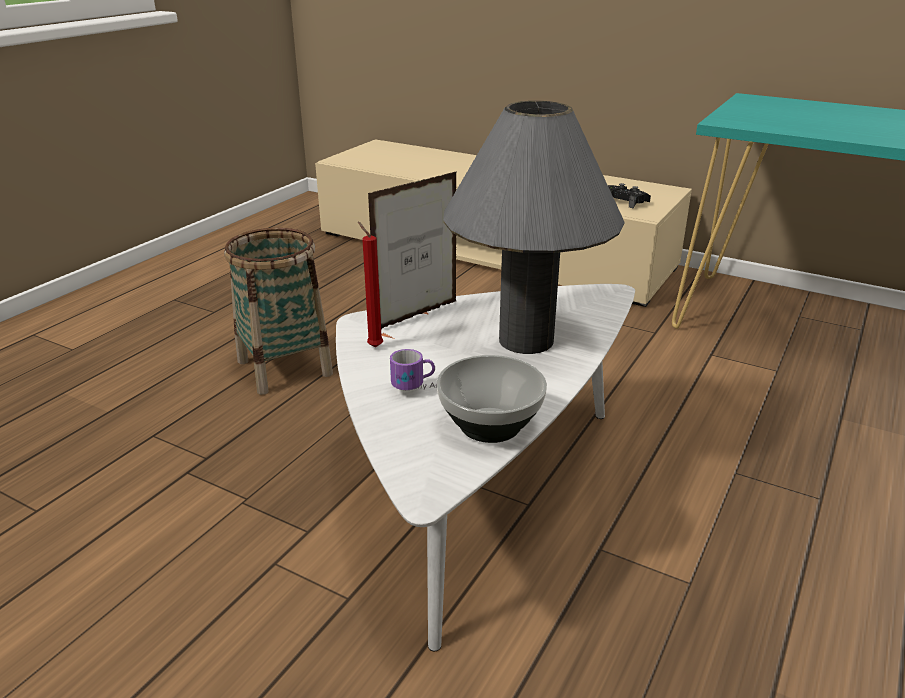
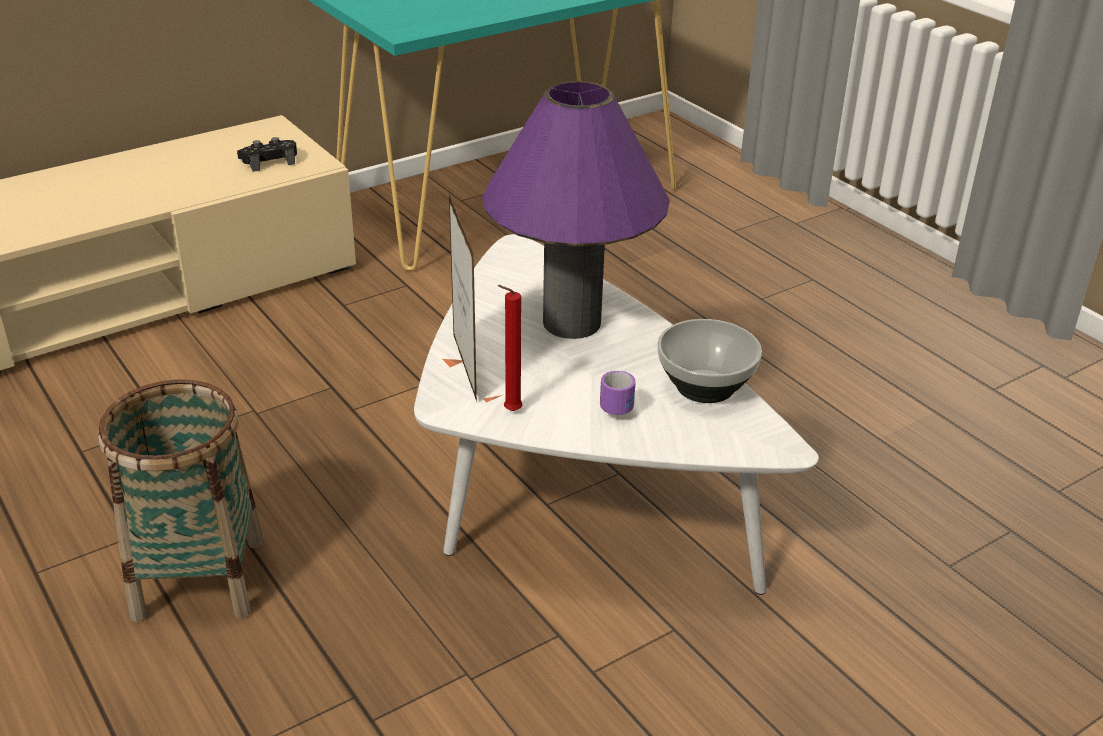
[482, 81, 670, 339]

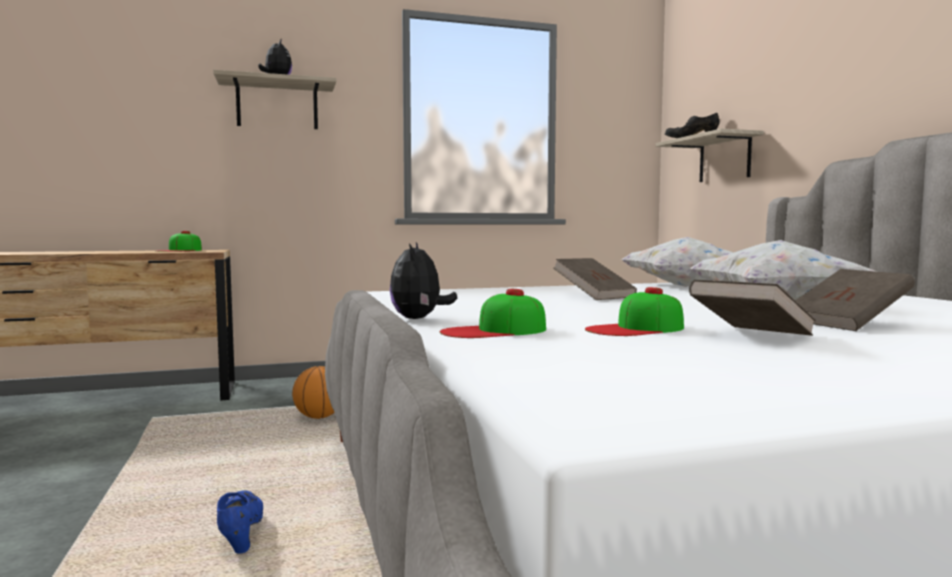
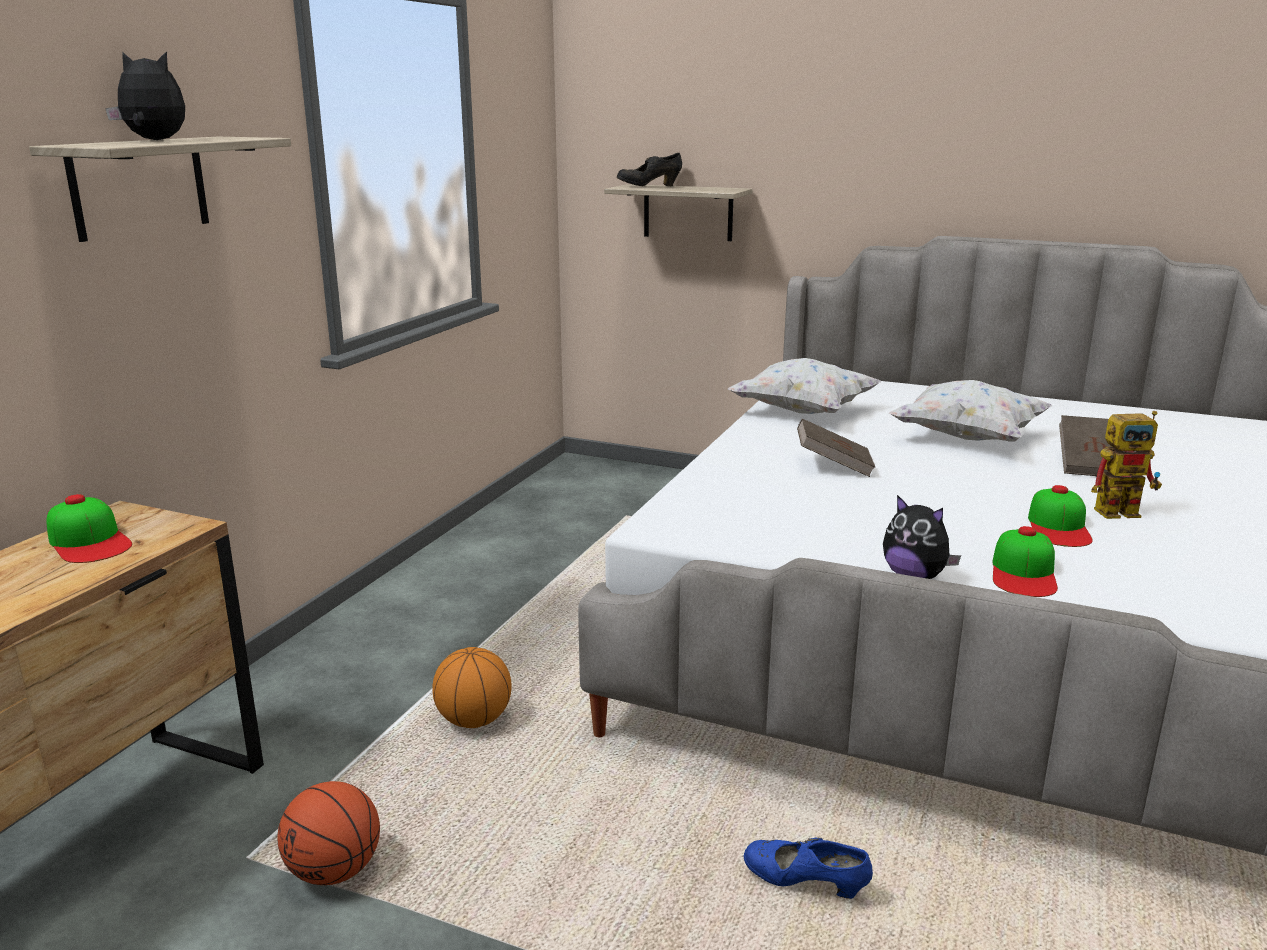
[1091, 411, 1162, 519]
[277, 781, 380, 885]

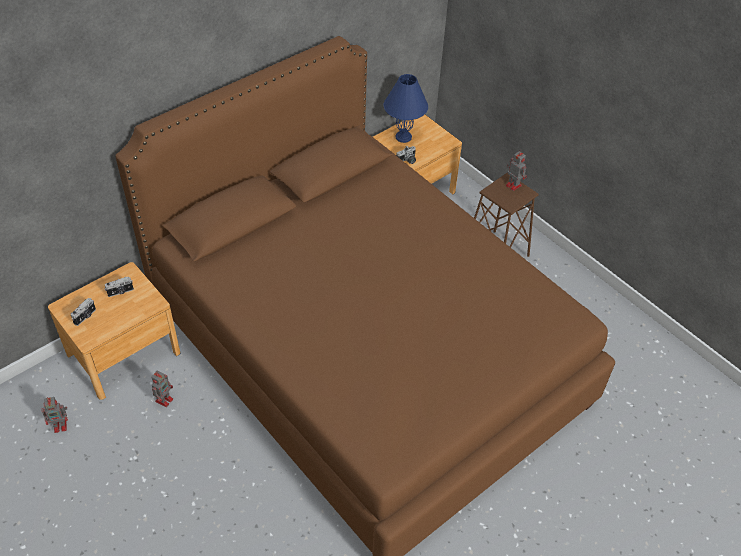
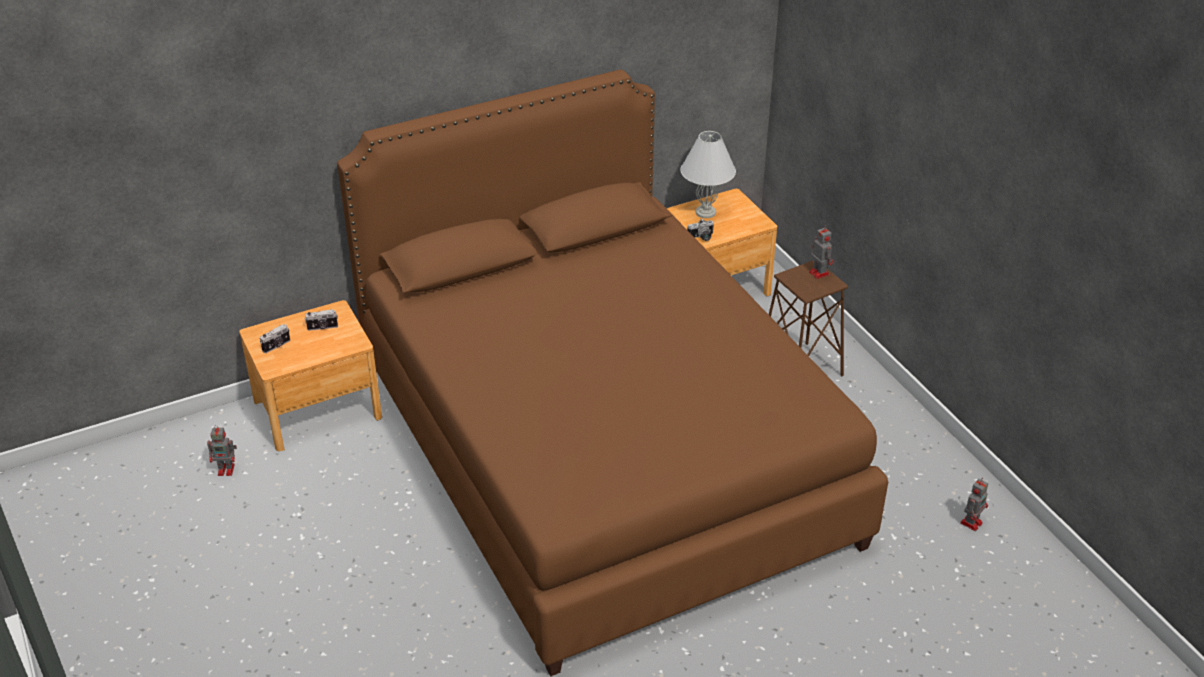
[960, 479, 988, 531]
[680, 131, 736, 218]

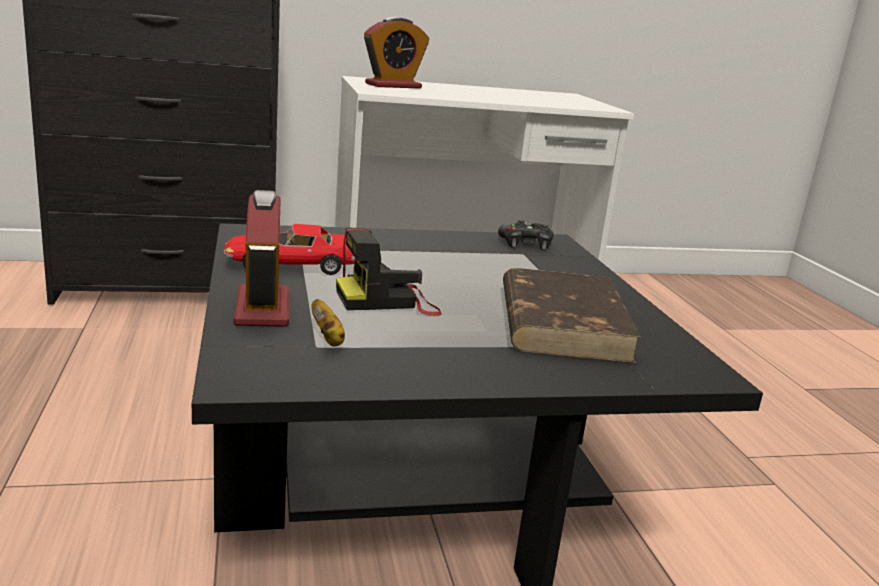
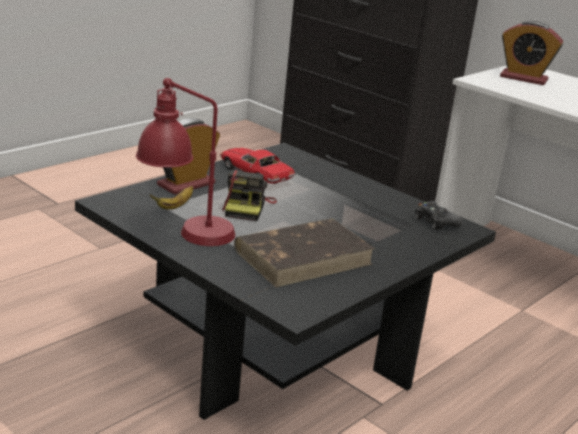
[222, 170, 277, 221]
[136, 78, 235, 246]

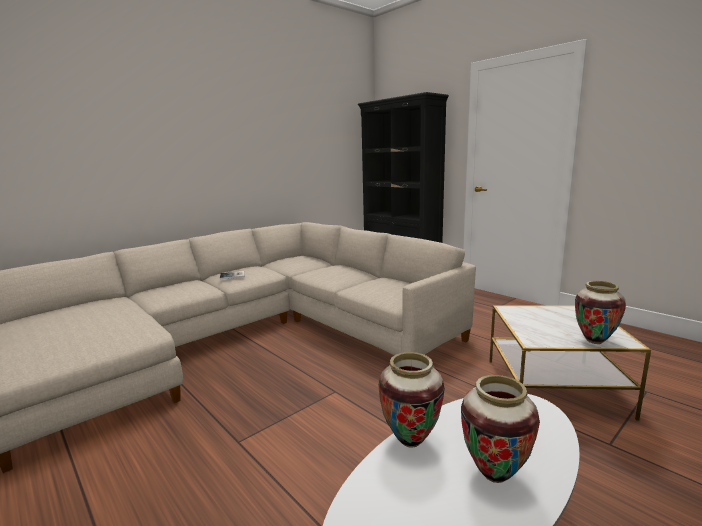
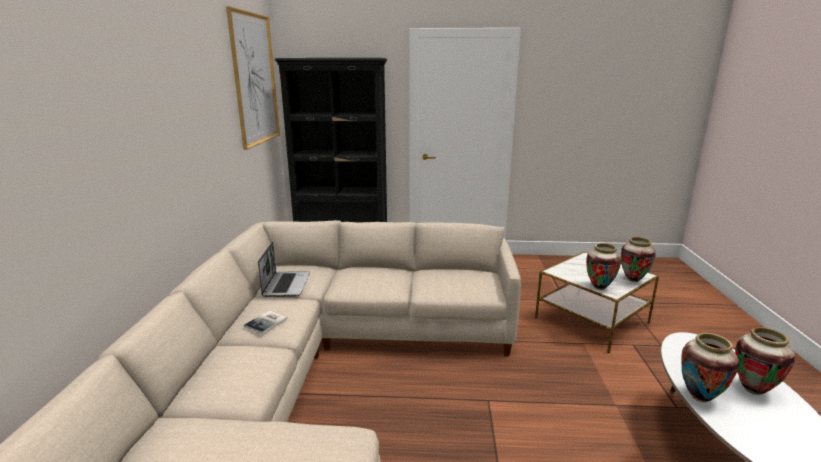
[226, 6, 280, 150]
[258, 241, 310, 297]
[586, 243, 621, 290]

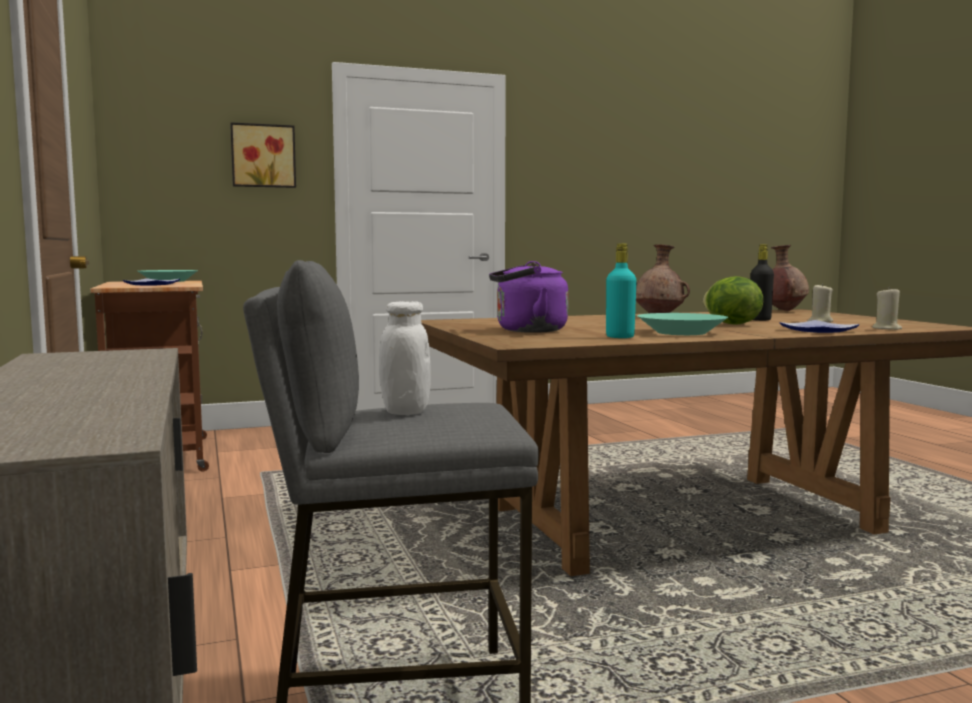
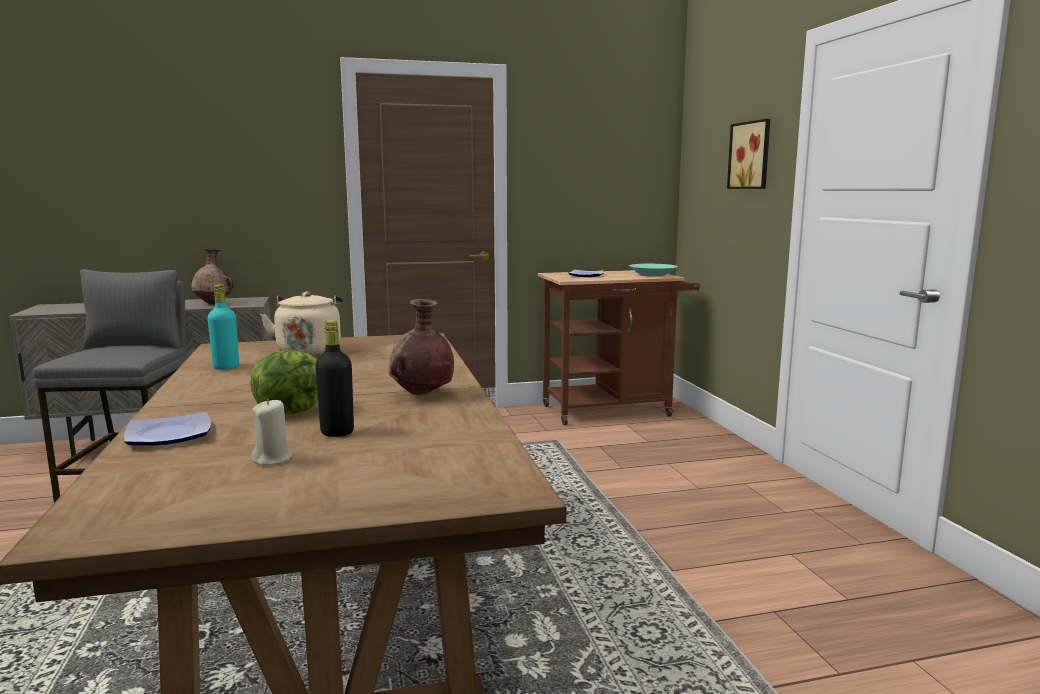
[379, 301, 431, 415] (first image)
[260, 292, 343, 356]
[637, 313, 728, 335] (first image)
[190, 249, 234, 304]
[872, 287, 902, 330] (first image)

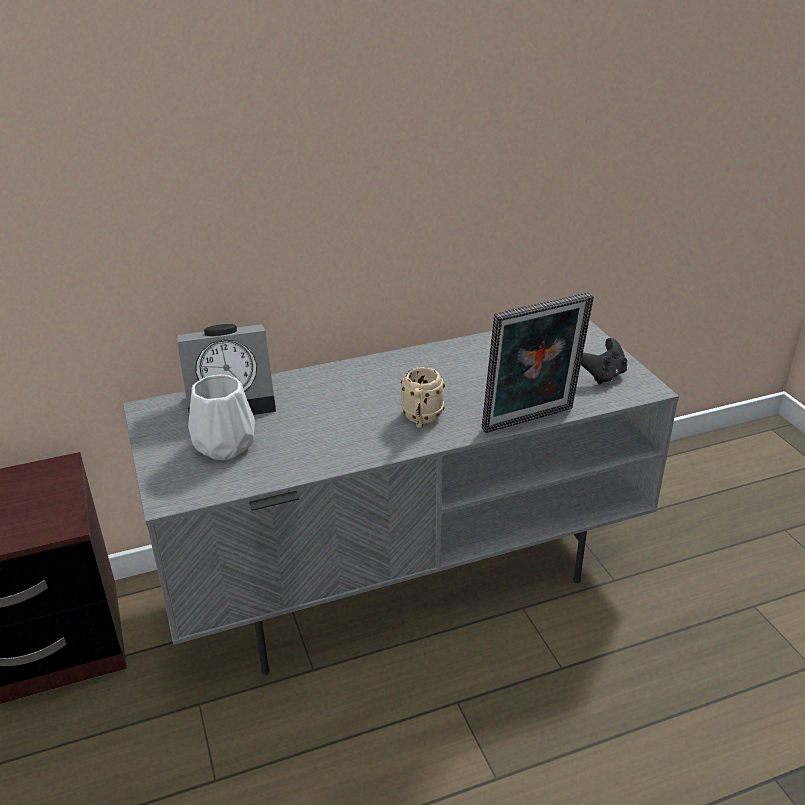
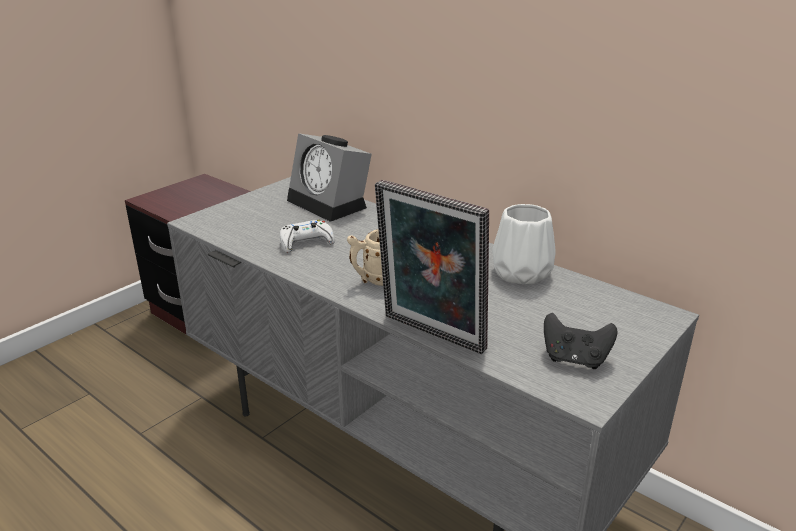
[492, 204, 556, 284]
[280, 220, 335, 253]

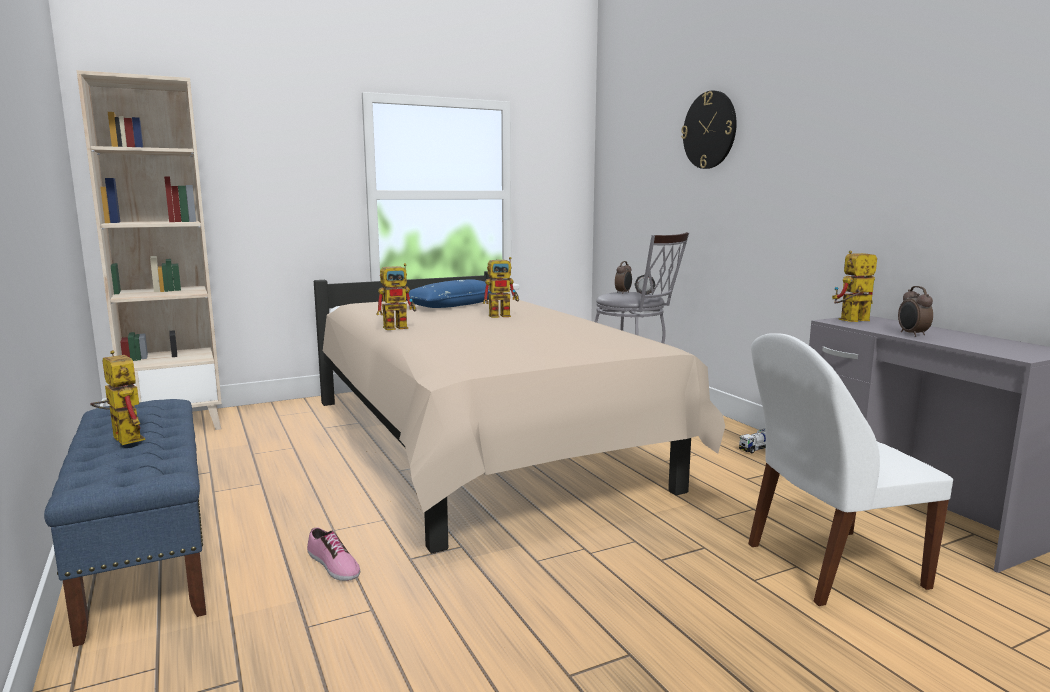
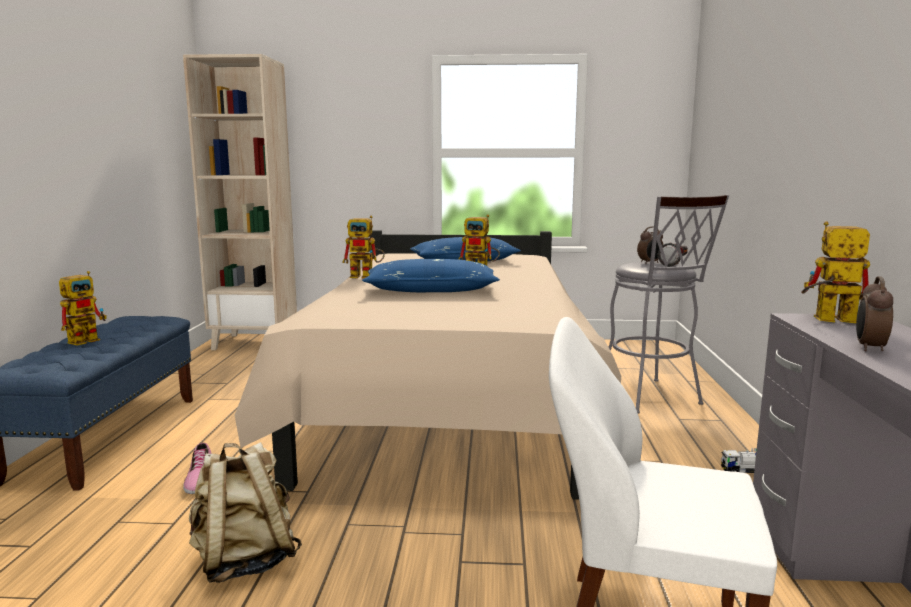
[59, 271, 107, 346]
[681, 90, 736, 169] (first image)
[189, 442, 302, 583]
[362, 259, 500, 292]

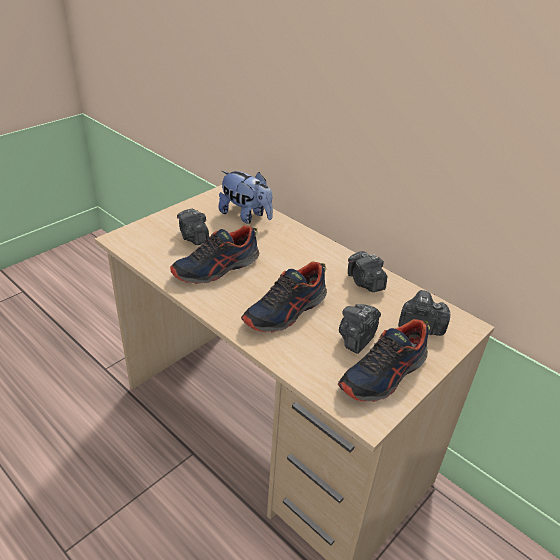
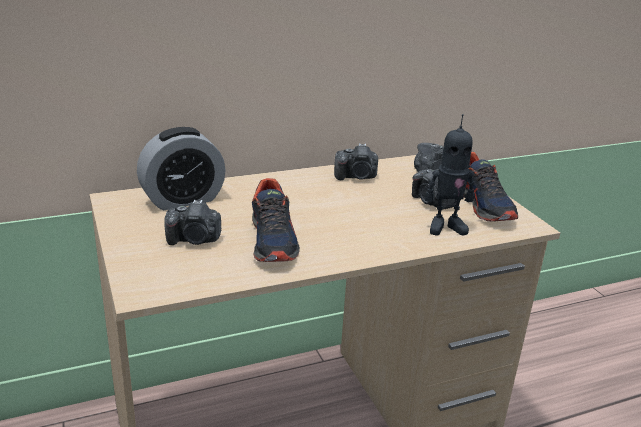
[137, 127, 226, 210]
[241, 261, 327, 333] (first image)
[425, 114, 475, 235]

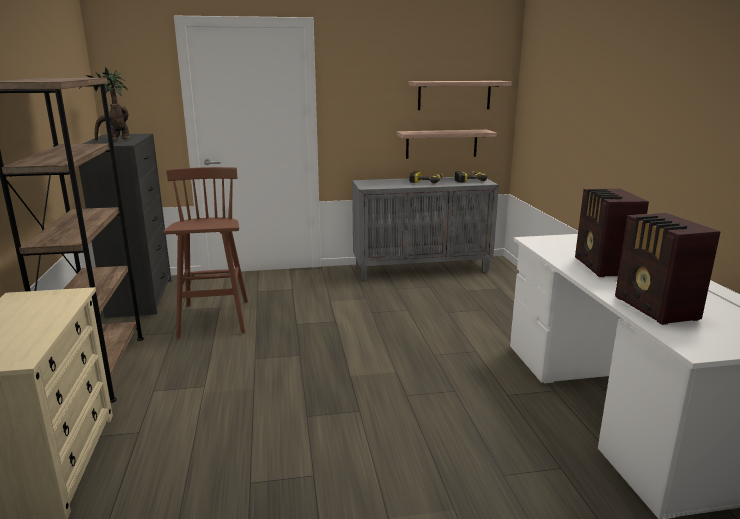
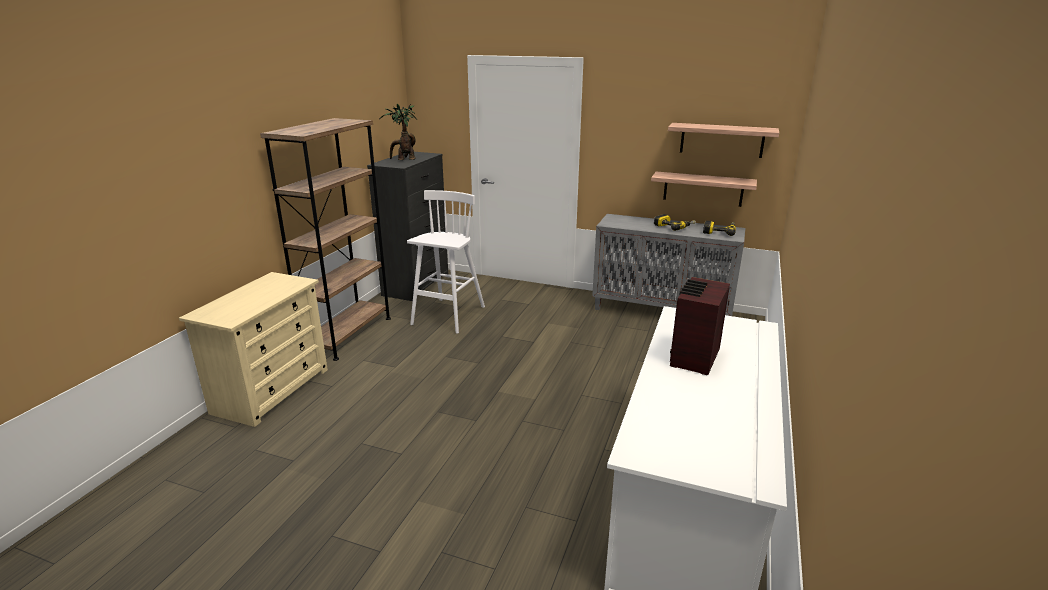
[407, 190, 485, 334]
[615, 213, 721, 325] (first image)

